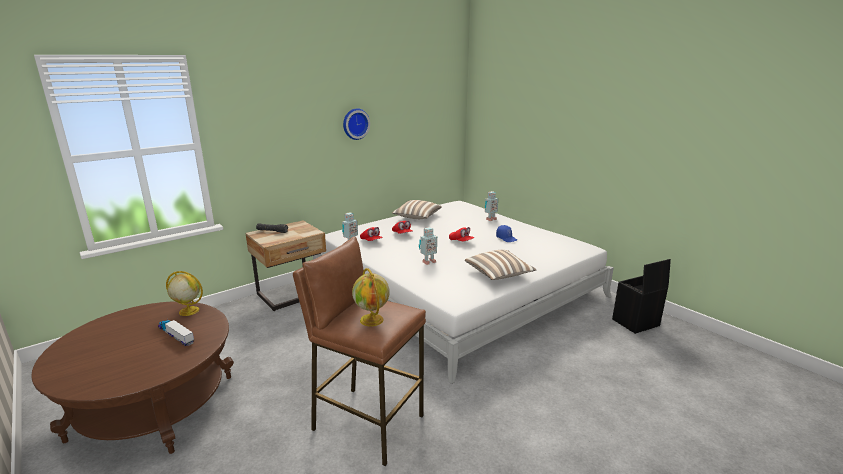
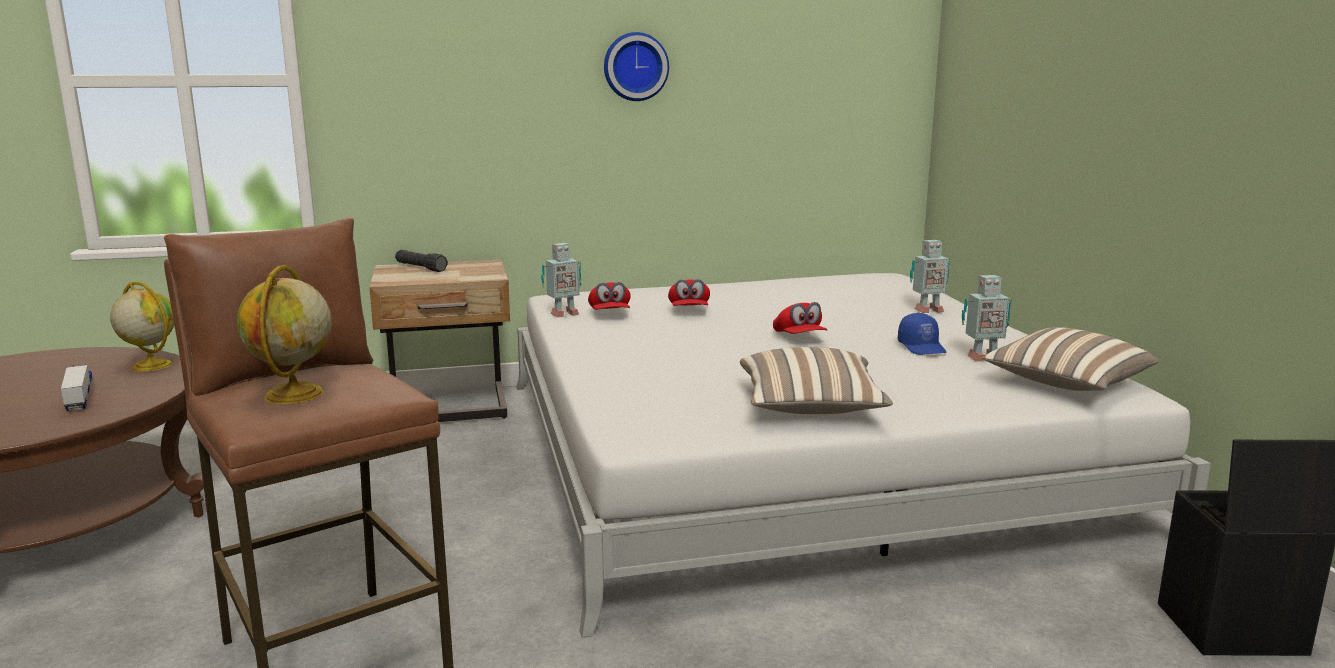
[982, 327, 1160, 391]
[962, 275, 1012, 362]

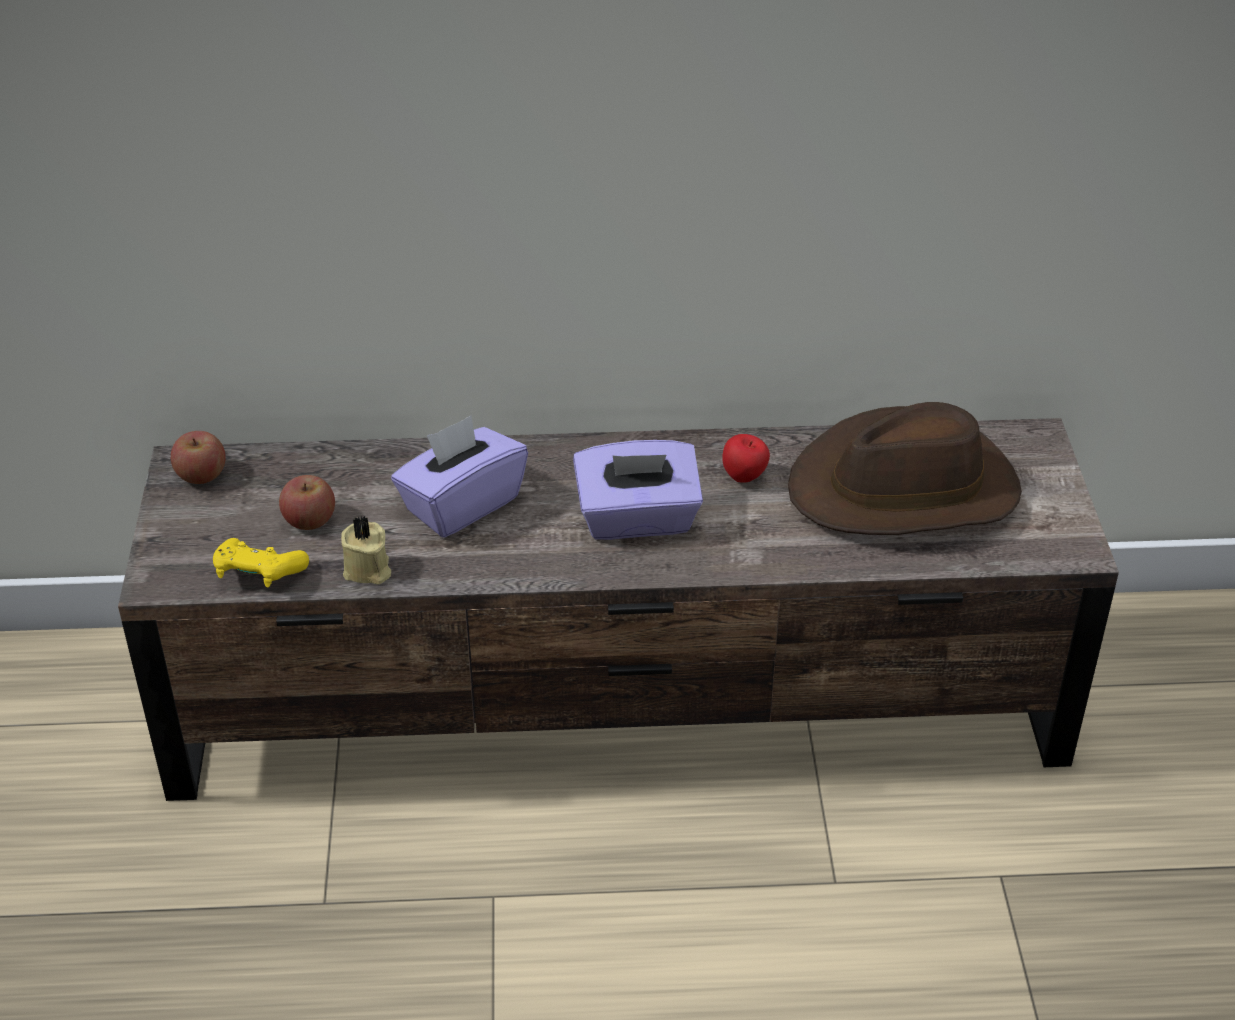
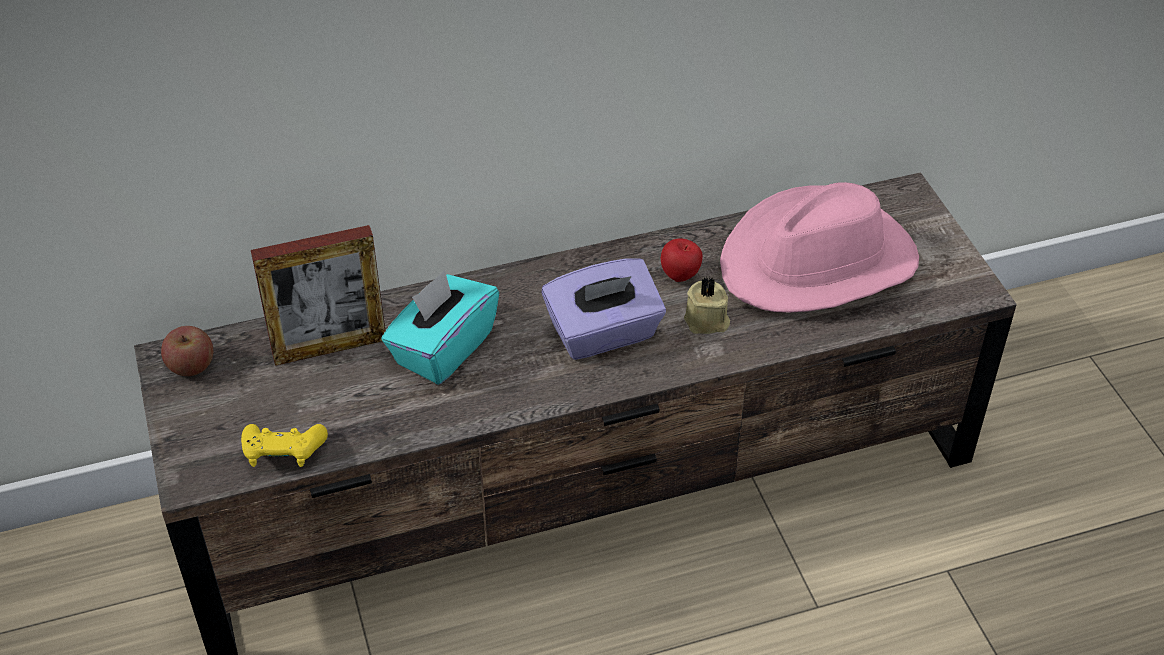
[279, 475, 335, 530] (first image)
[684, 277, 730, 334]
[381, 270, 499, 384]
[720, 182, 919, 313]
[251, 225, 385, 366]

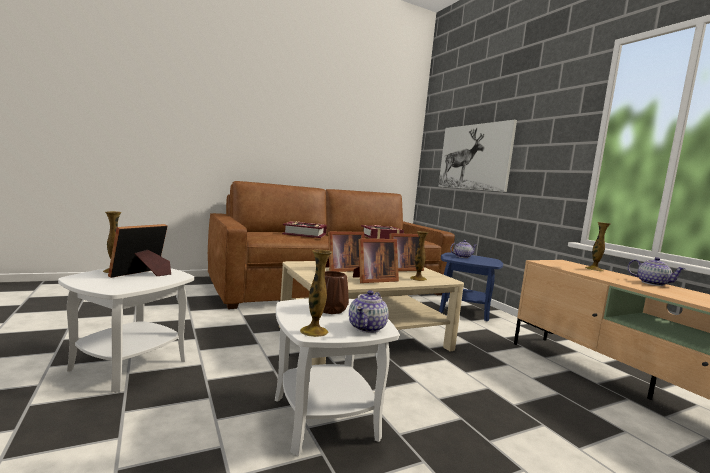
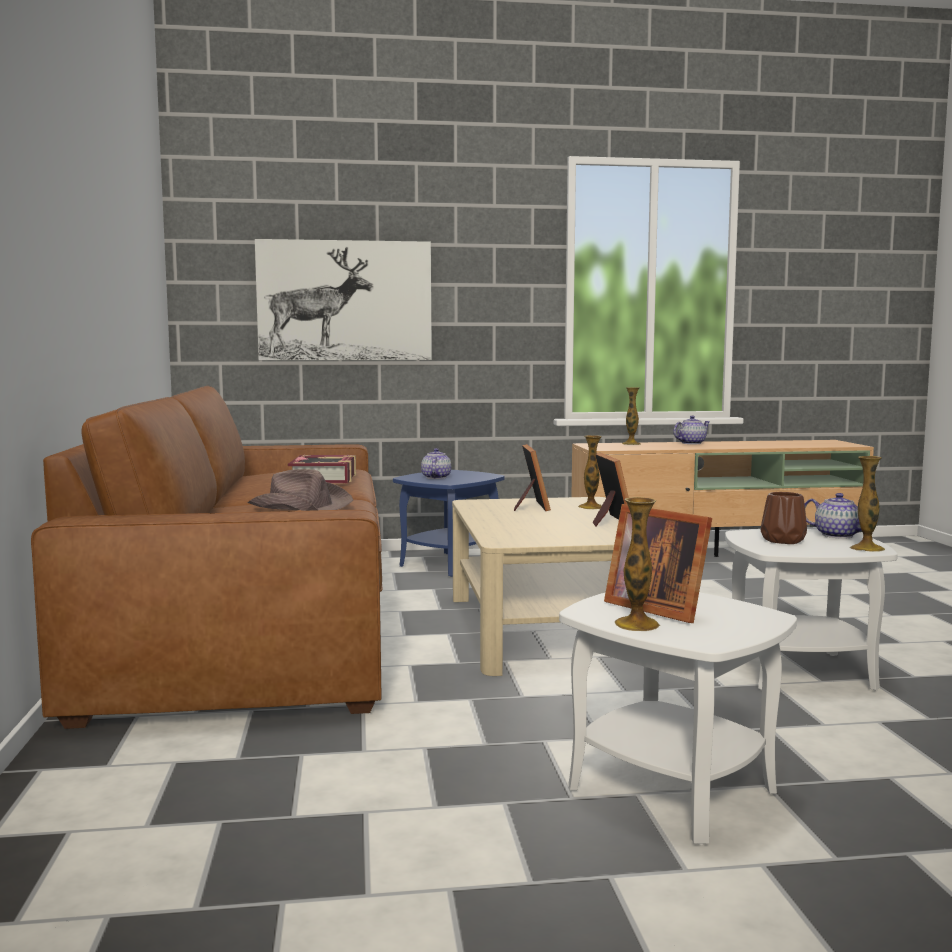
[248, 469, 353, 511]
[325, 231, 364, 272] (first image)

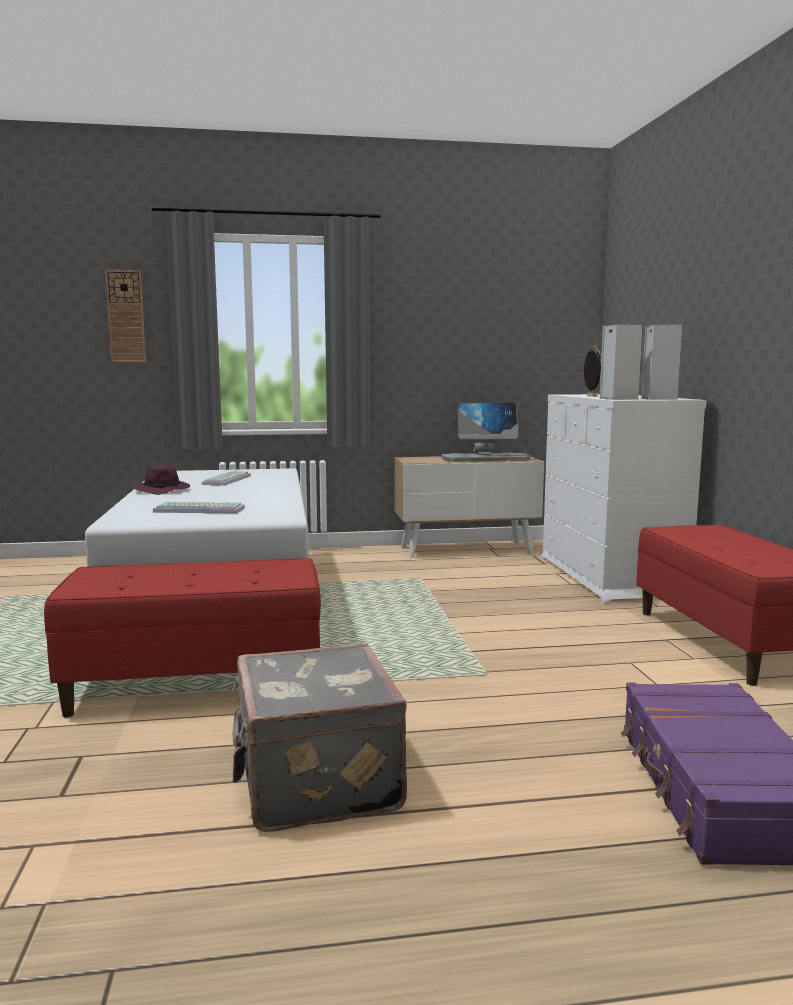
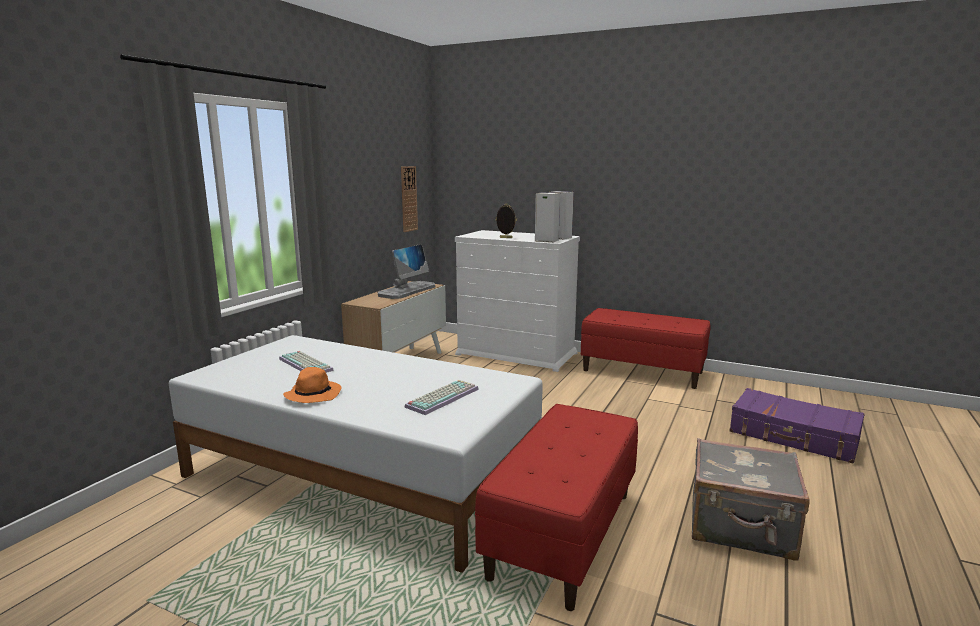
[401, 166, 418, 232]
[283, 367, 342, 403]

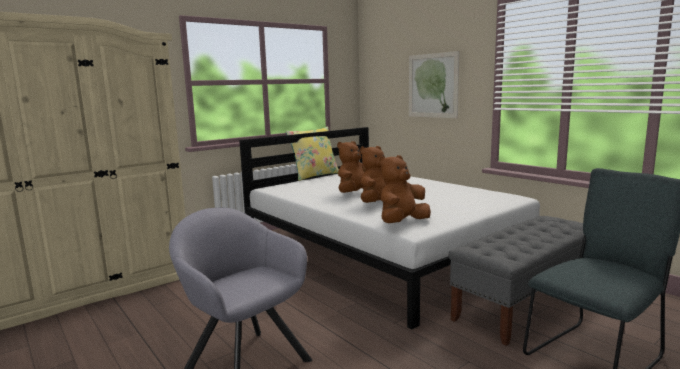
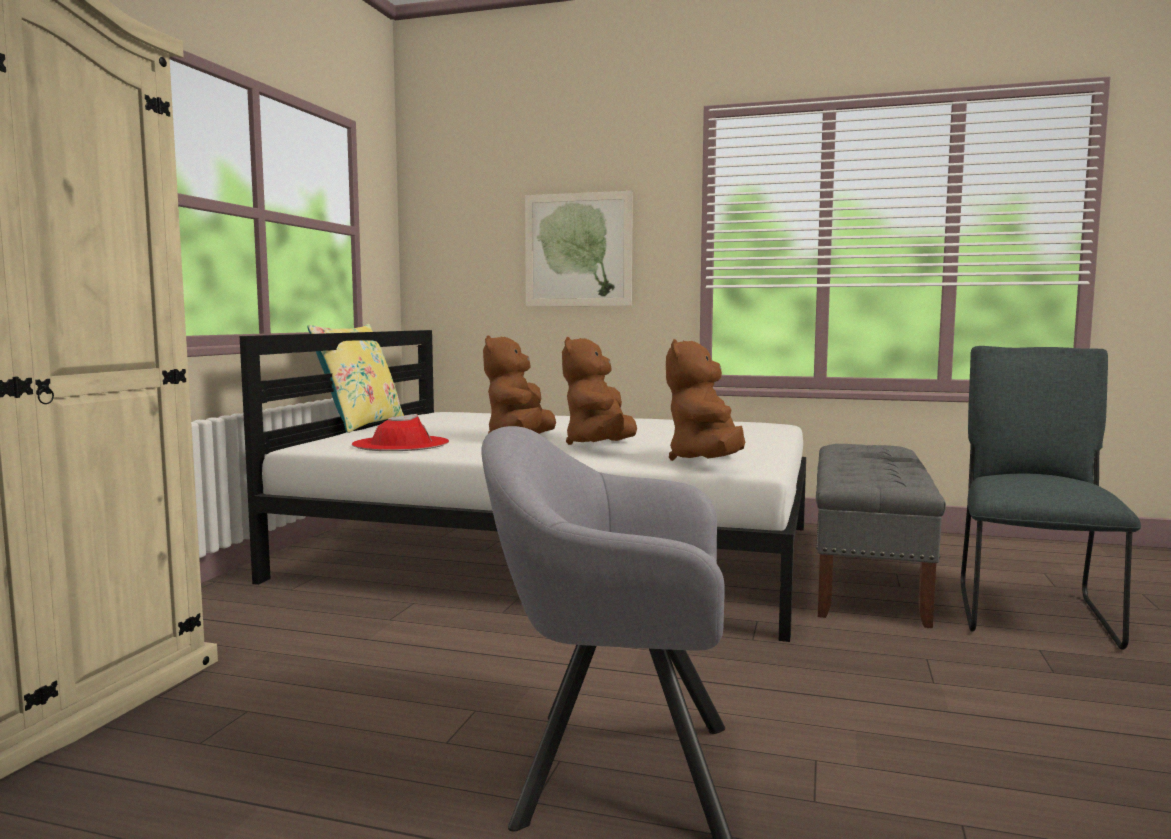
[352, 414, 449, 451]

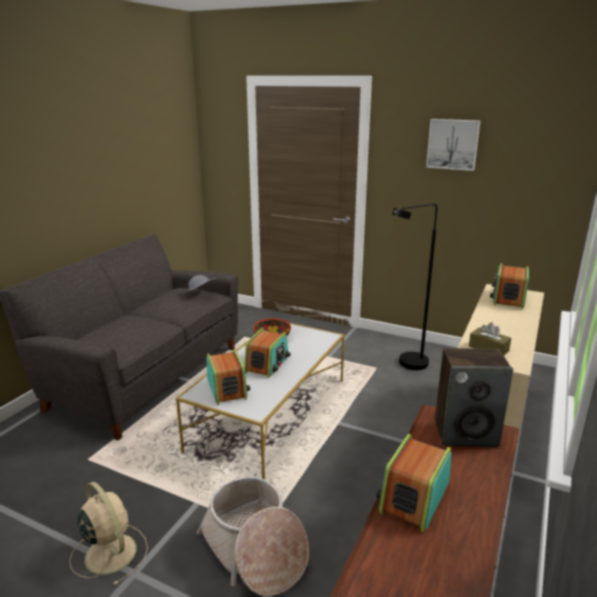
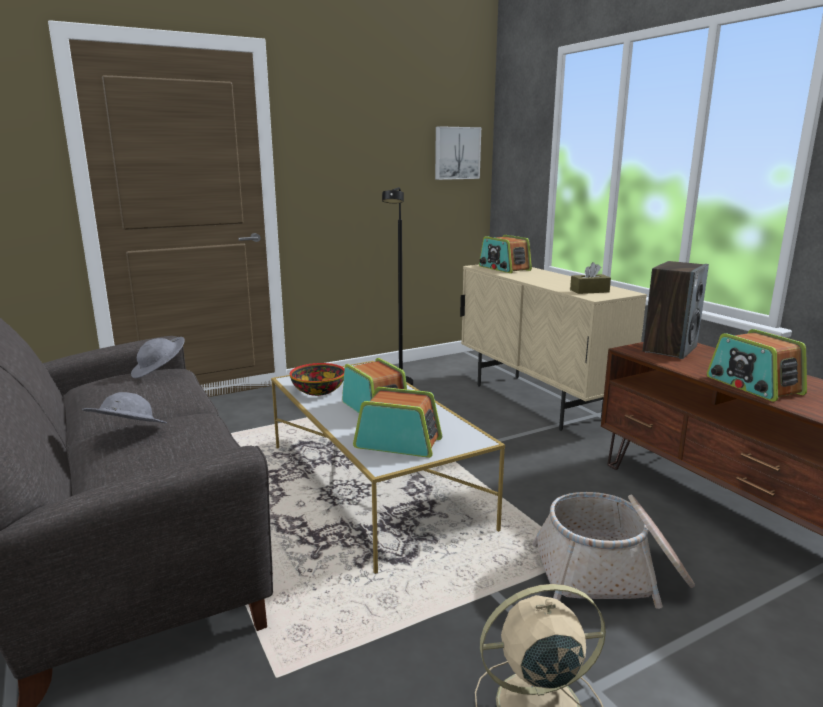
[435, 126, 481, 180]
[82, 392, 167, 423]

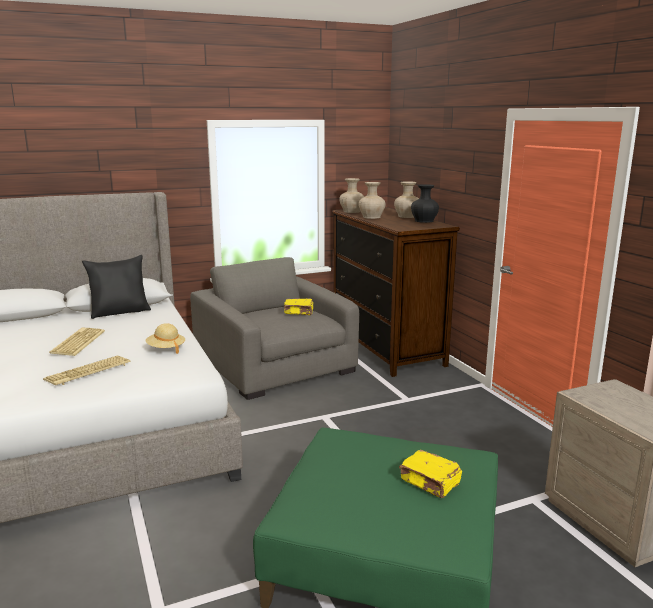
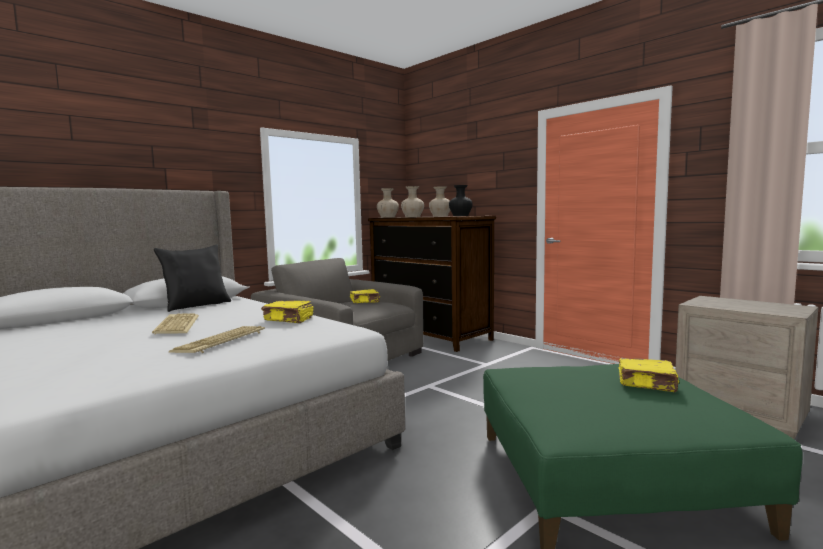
[261, 300, 313, 323]

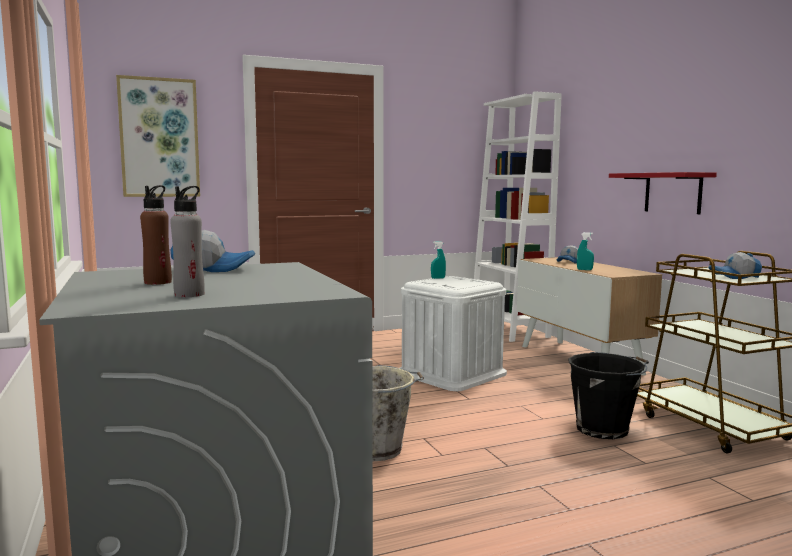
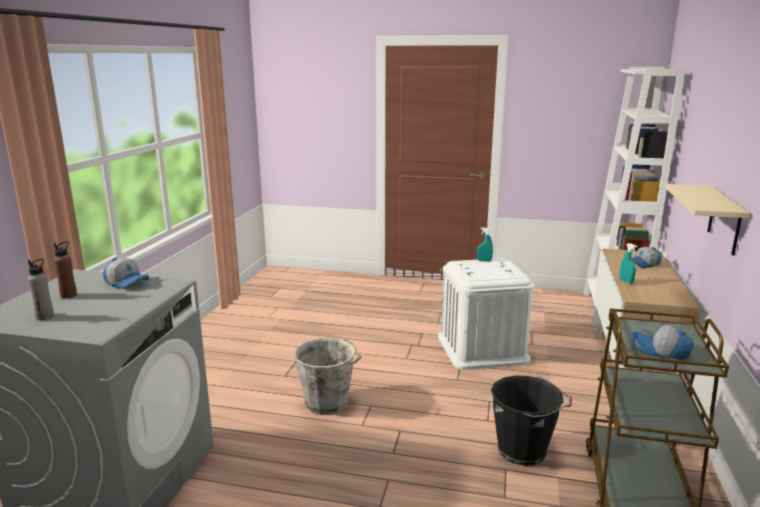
[116, 75, 200, 197] (first image)
[666, 184, 750, 255]

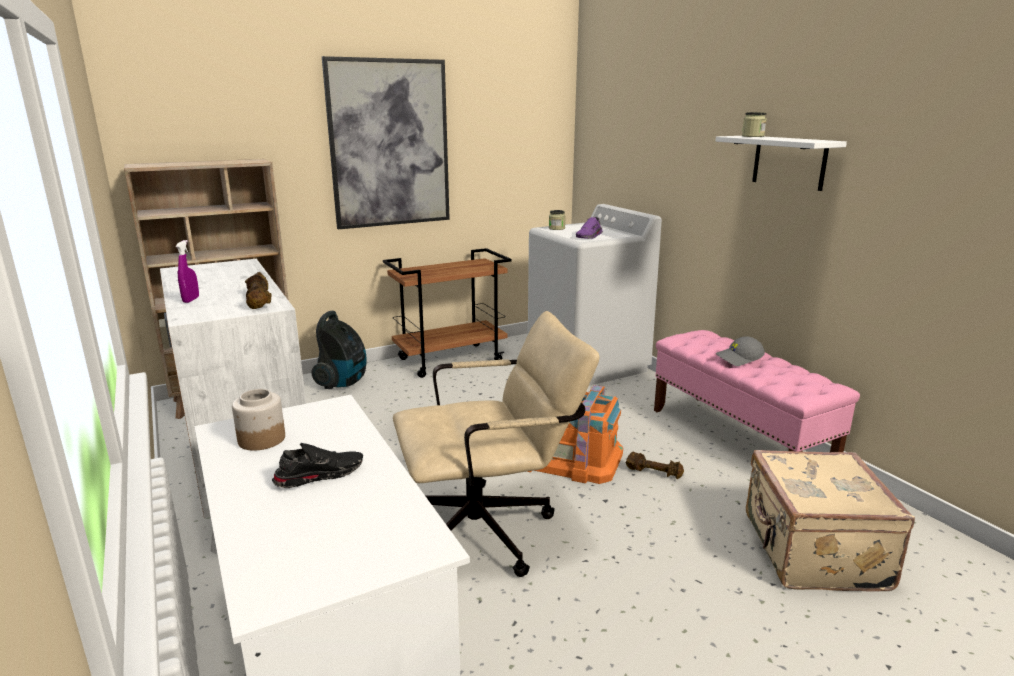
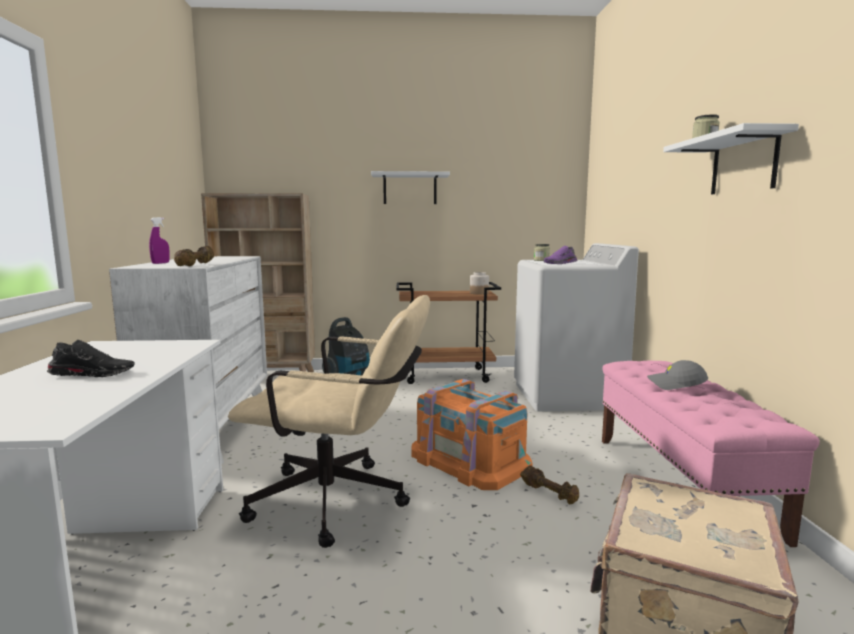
[470, 272, 489, 295]
[371, 171, 450, 204]

